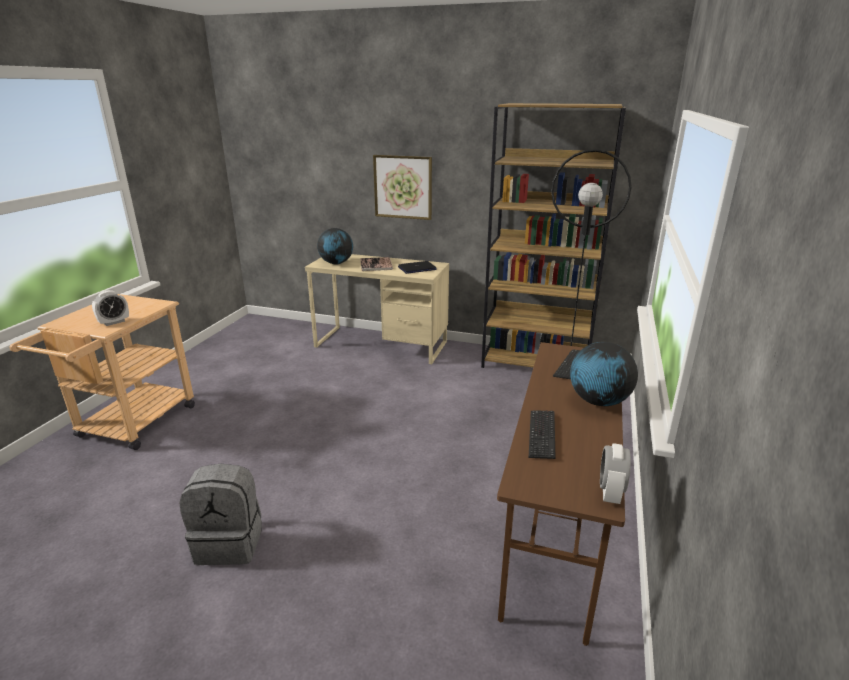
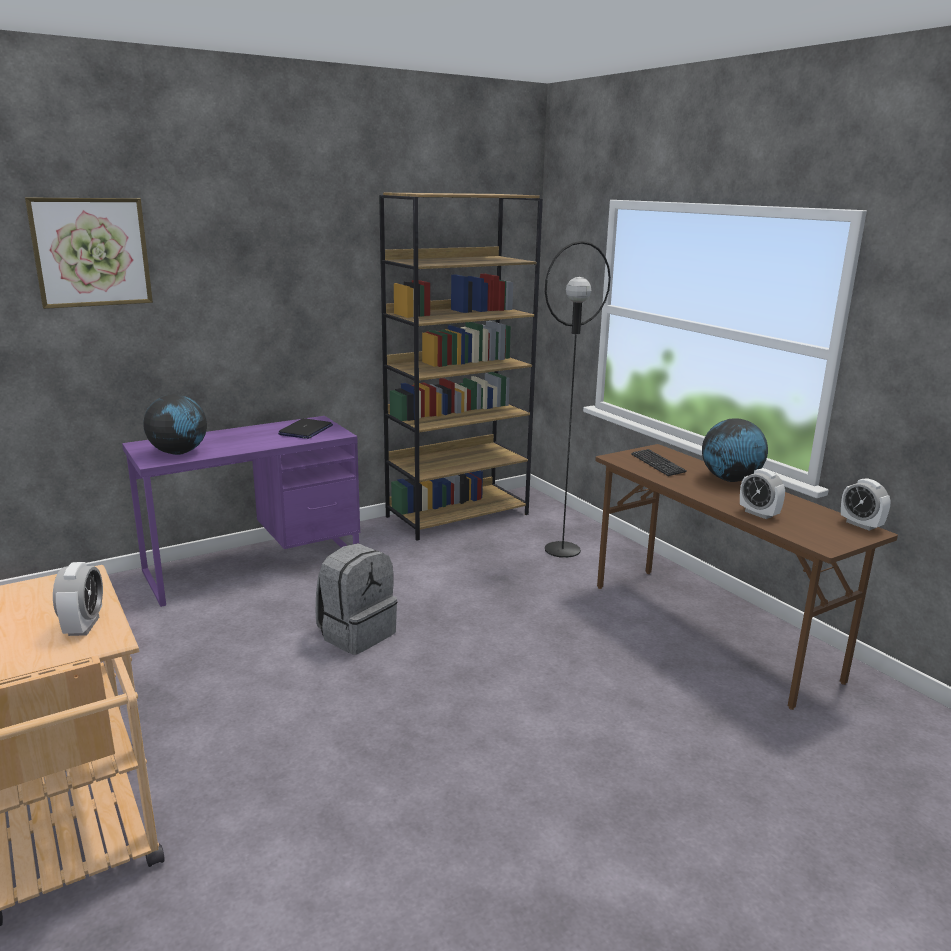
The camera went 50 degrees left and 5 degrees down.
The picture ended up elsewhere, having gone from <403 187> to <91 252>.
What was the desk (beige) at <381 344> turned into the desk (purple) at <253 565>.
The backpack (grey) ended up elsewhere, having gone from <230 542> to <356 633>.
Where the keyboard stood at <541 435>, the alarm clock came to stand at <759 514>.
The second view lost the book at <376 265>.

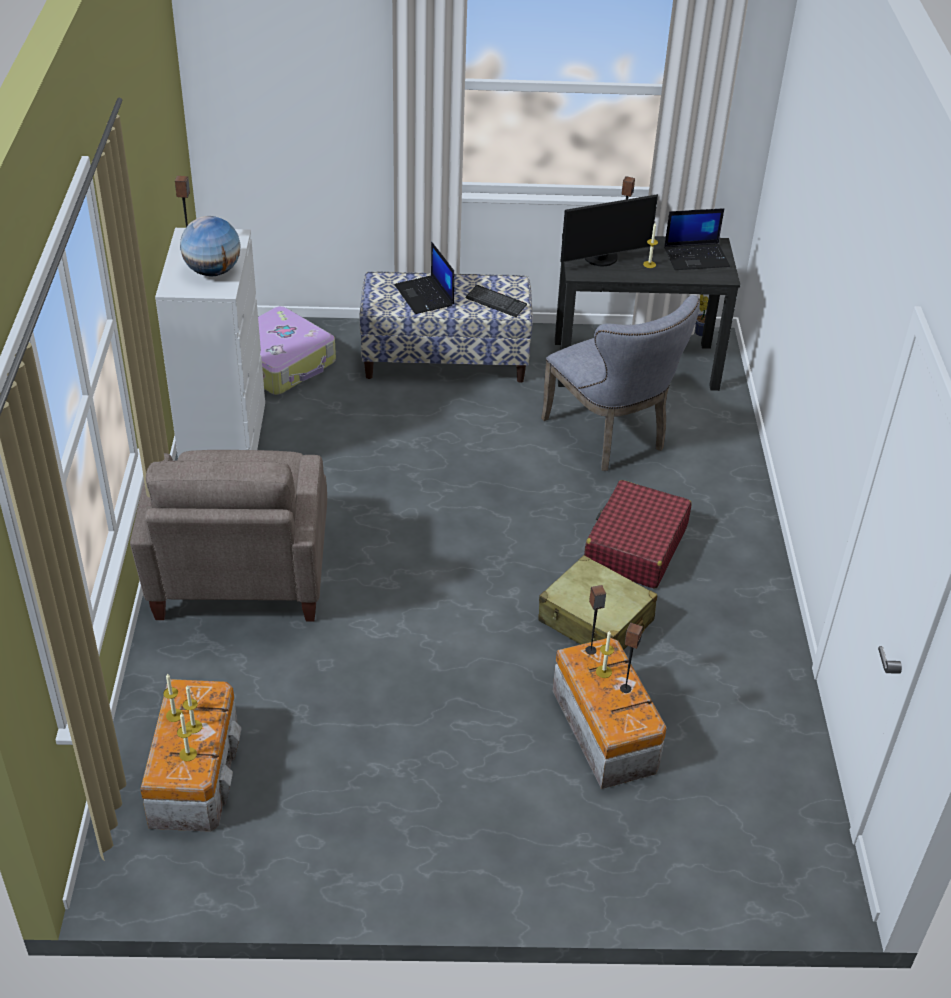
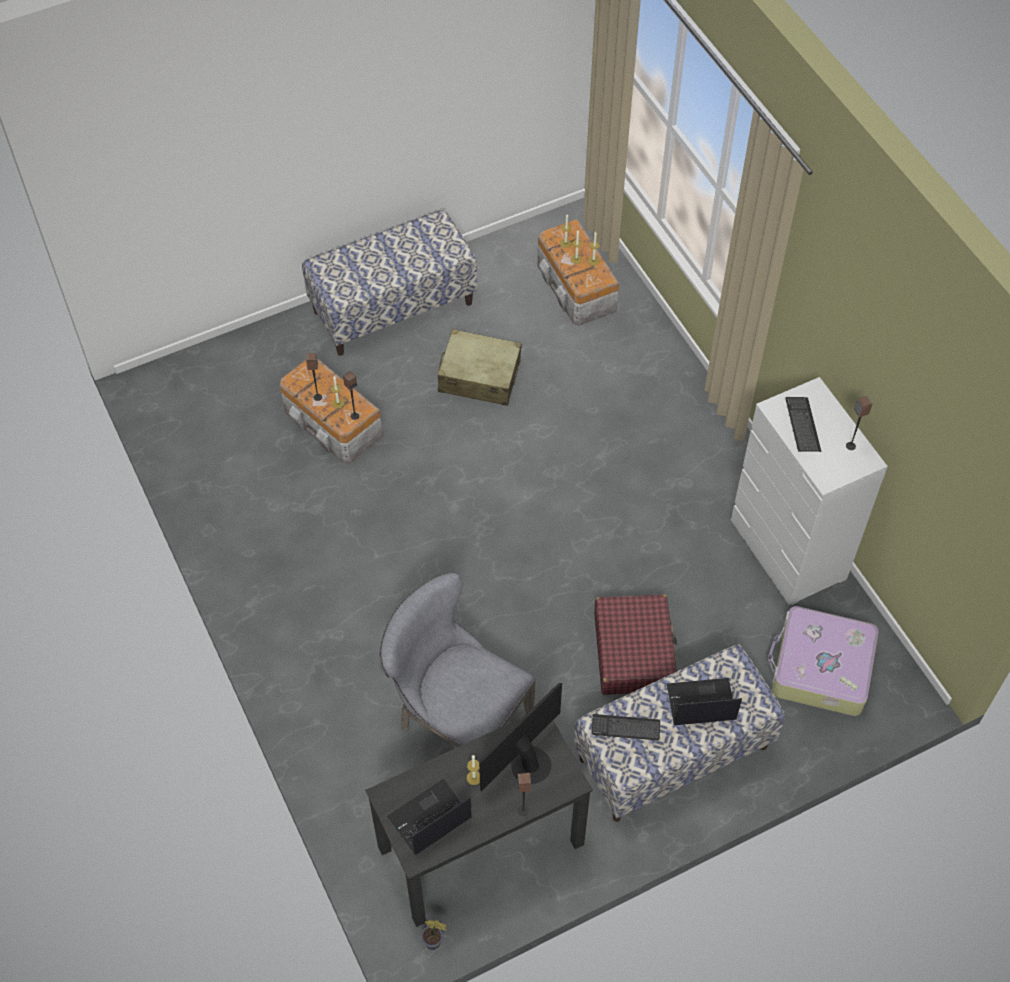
The camera went 155 degrees right and 15 degrees up.
The second view gained the bench at <393 307>.
The suitcase (beige) ended up elsewhere, having gone from <596 621> to <479 376>.
The suitcase (red) ended up elsewhere, having gone from <635 546> to <633 651>.
The laptop at <425 296> ended up facing another way, 45 degrees counterclockwise from before.
Where the globe stood at <213 271>, the keyboard came to stand at <802 425>.
The second view lost the armchair (beige) at <240 578>.

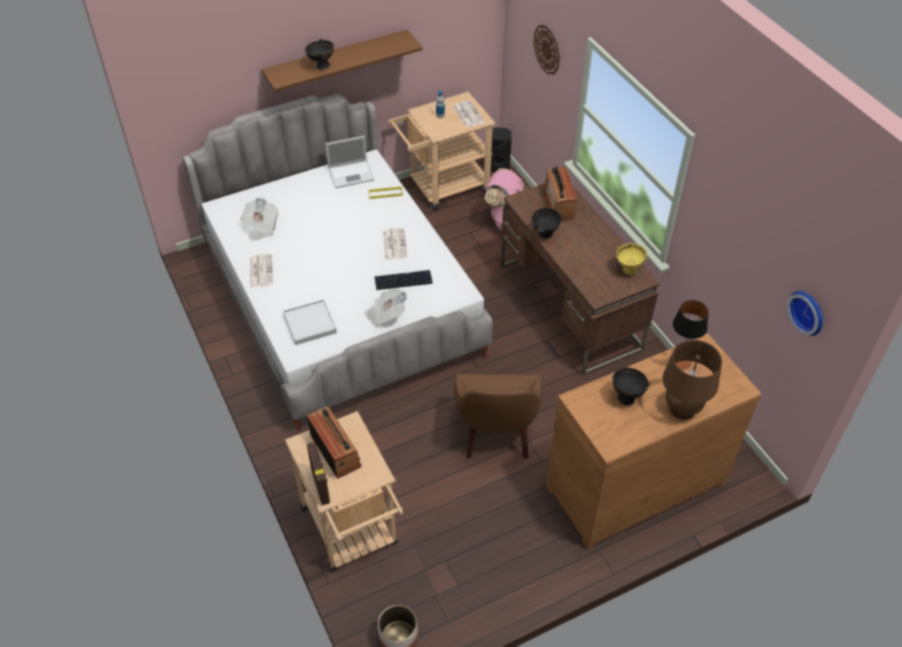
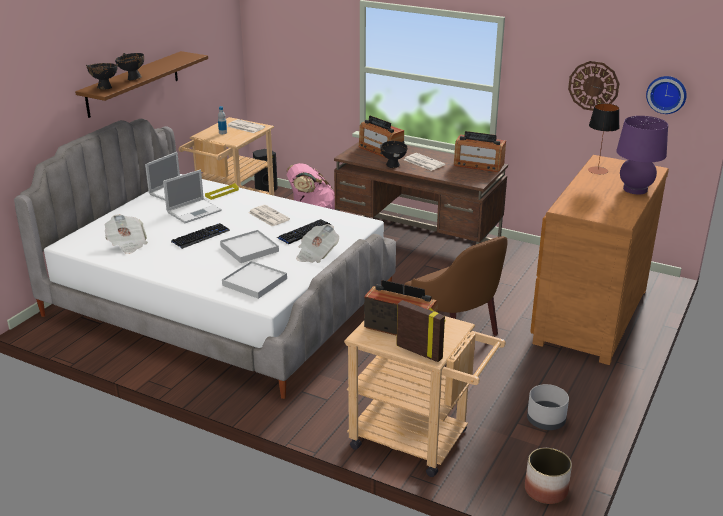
The camera went 35 degrees left and 20 degrees down.
The bowl (black) ended up elsewhere, having gone from <626 397> to <104 88>.
The second view gained the laptop at <195 211>.
The second view gained the keyboard at <201 236>.
The second view gained the tray (white) at <249 249>.
The newspaper ended up elsewhere, having gone from <260 271> to <423 162>.
Where the bowl (yellow) stood at <629 271>, the radio came to stand at <478 165>.
The second view gained the planter (grey) at <546 420>.
The wall clock ended up elsewhere, having gone from <547 49> to <593 86>.
What was the table lamp (brown) at <682 408> turned into the table lamp (purple) at <635 189>.

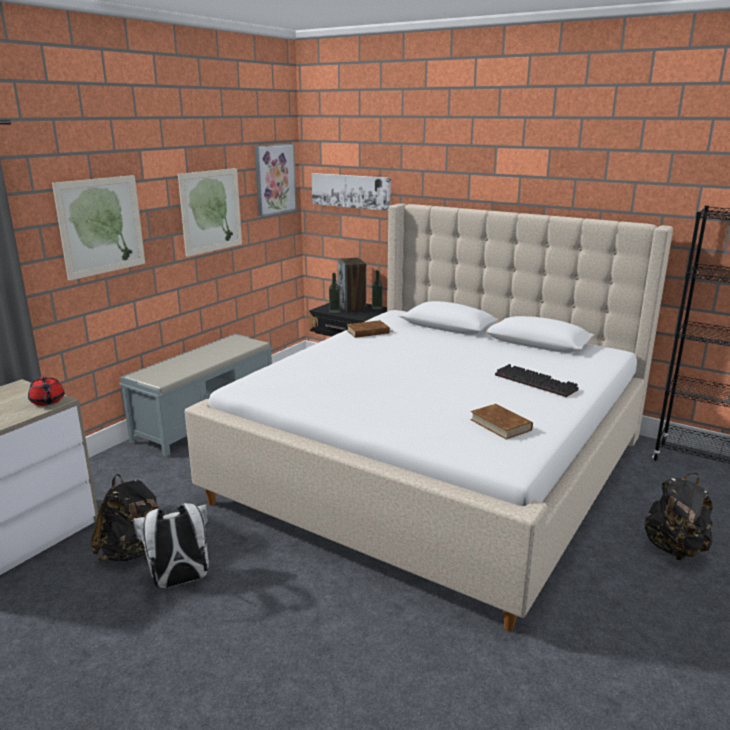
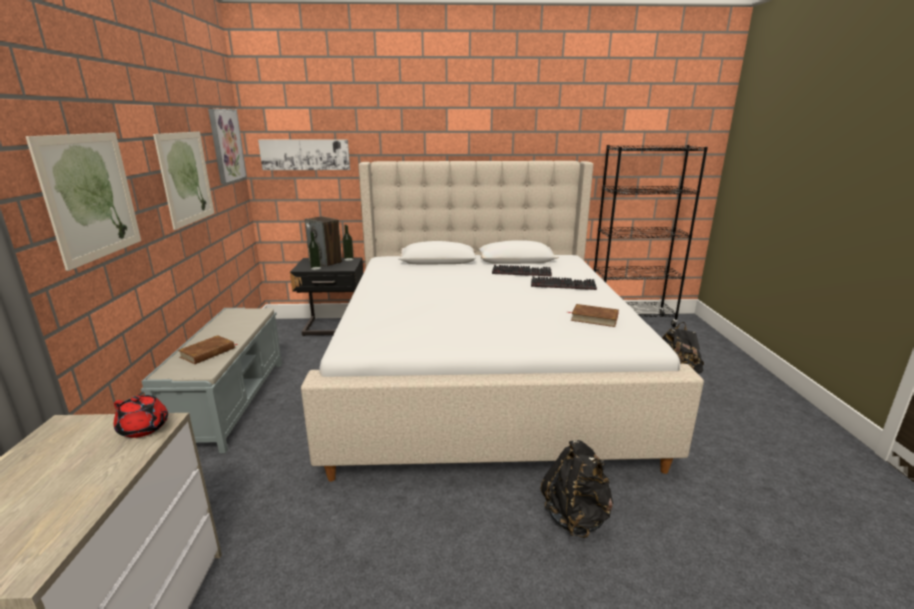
The camera went 35 degrees left and 0 degrees up.
The book (brown) ended up elsewhere, having gone from <368 332> to <208 352>.
The second view gained the keyboard at <522 272>.
The backpack (black) ended up elsewhere, having gone from <134 551> to <576 516>.
The second view lost the backpack (white) at <180 581>.

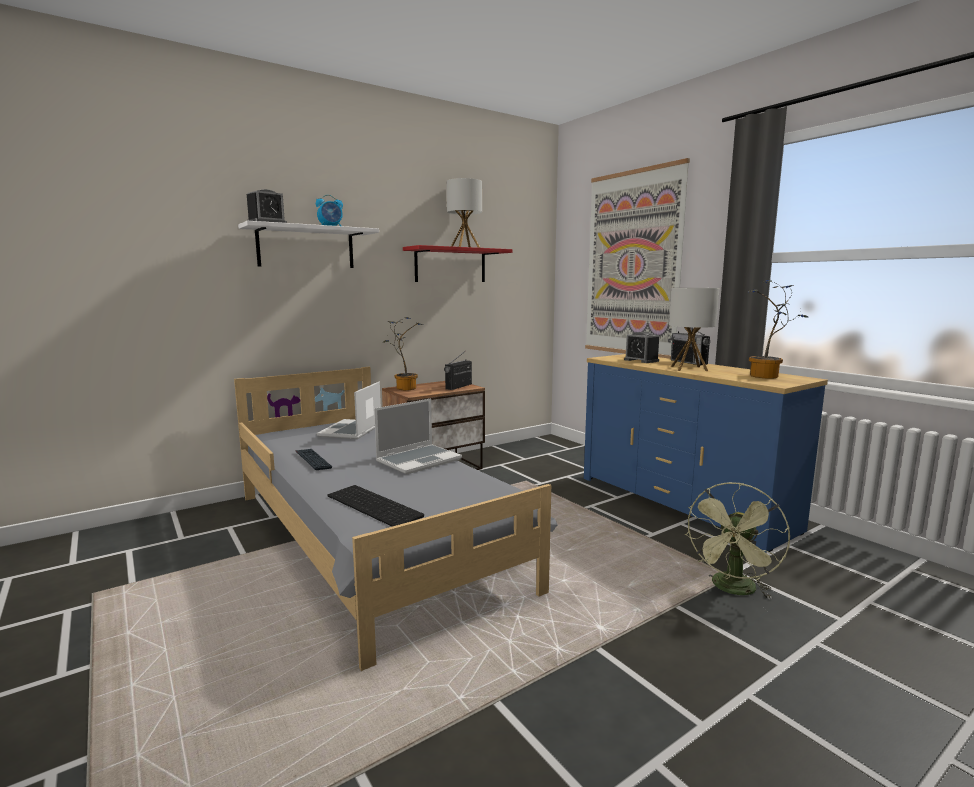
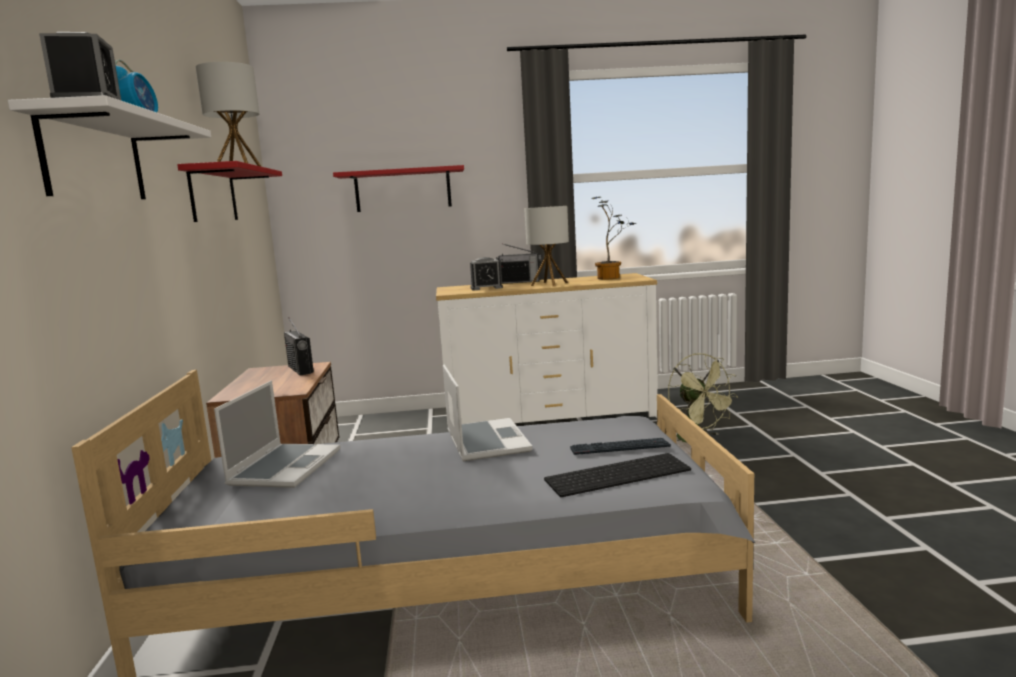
The camera went 60 degrees left and 0 degrees up.
The laptop at <351 431> ended up facing another way, 120 degrees counterclockwise from before.
Where the picture hung at <632 264>, the shelf (red) came to hang at <403 190>.
What was the dresser (blue) at <682 502> turned into the dresser (white) at <549 415>.
The keyboard ended up elsewhere, having gone from <313 460> to <619 448>.
The second view lost the potted plant at <404 388>.

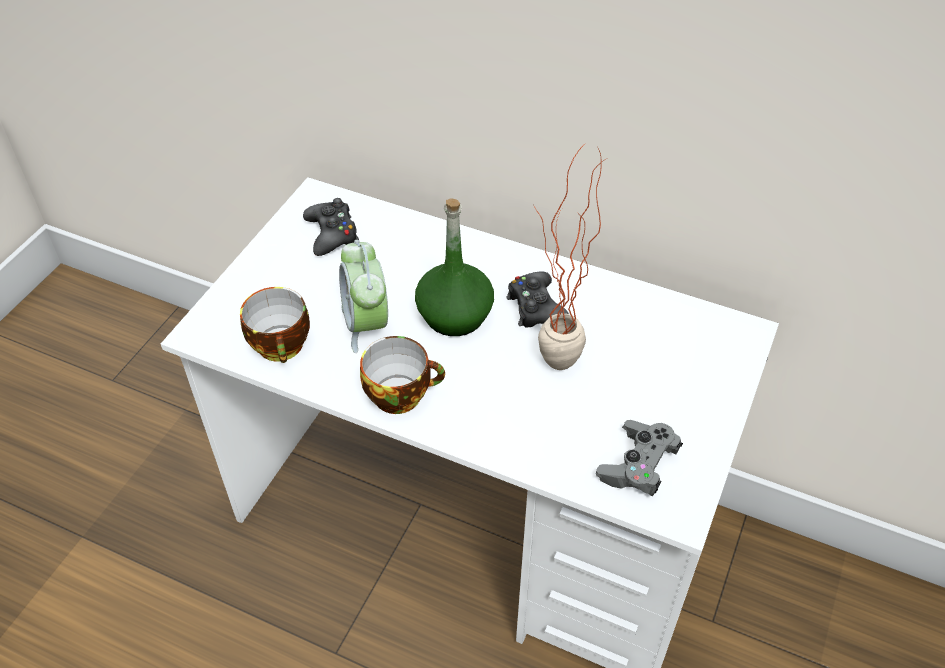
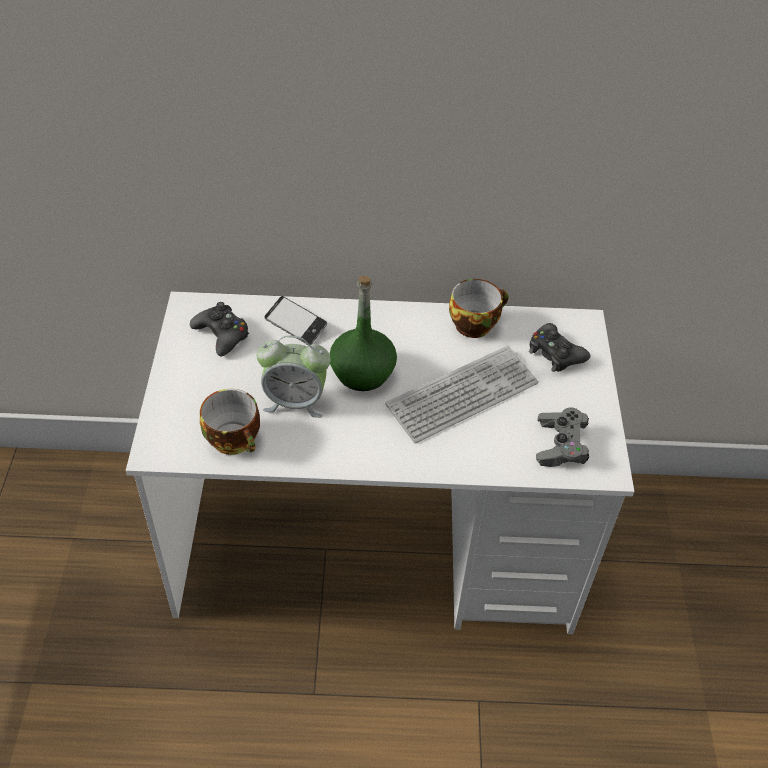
The camera went 25 degrees left and 0 degrees up.
The alarm clock at <366 324> ended up facing another way, 45 degrees counterclockwise from before.
The second view gained the phone at <295 324>.
Where the potted plant stood at <553 373>, the keyboard came to stand at <462 395>.
The cup ended up elsewhere, having gone from <401 393> to <474 323>.
The game controller (black) ended up elsewhere, having gone from <536 308> to <555 354>.

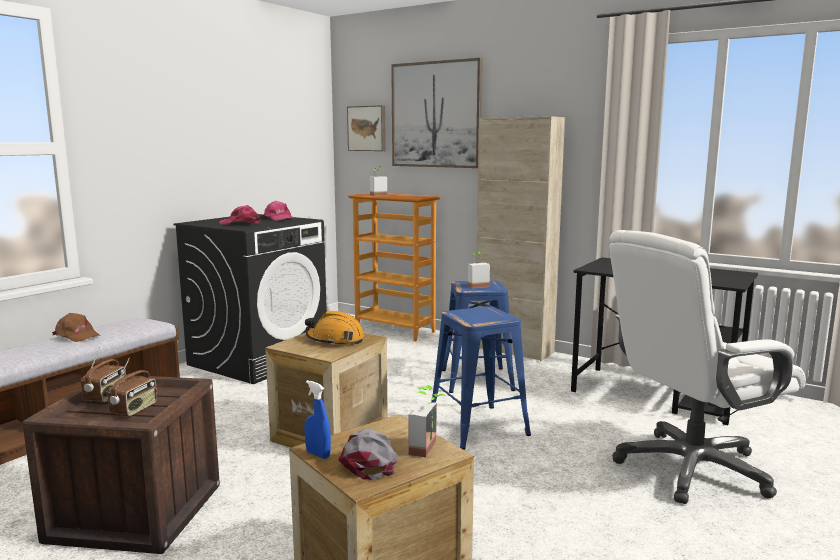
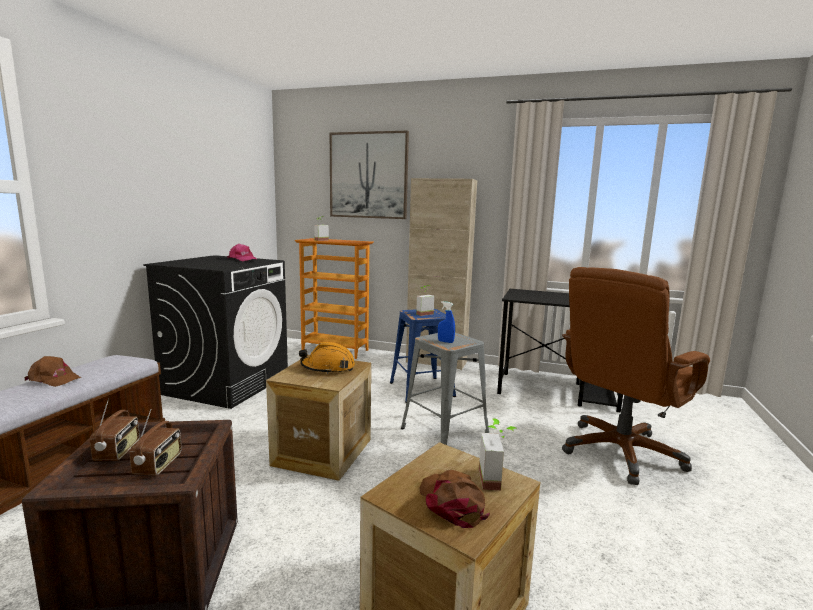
The camera went 15 degrees left and 0 degrees up.
What was the stool (blue) at <479 426> turned into the stool (grey) at <445 431>.
What was the cap (grey) at <369 461> turned into the cap (brown) at <452 503>.
The spray bottle (blue) ended up elsewhere, having gone from <318 454> to <445 341>.
What was the office chair (white) at <691 469> turned into the office chair (brown) at <620 452>.
The second view lost the cap (pink) at <241 223>.
The second view lost the picture at <367 128>.

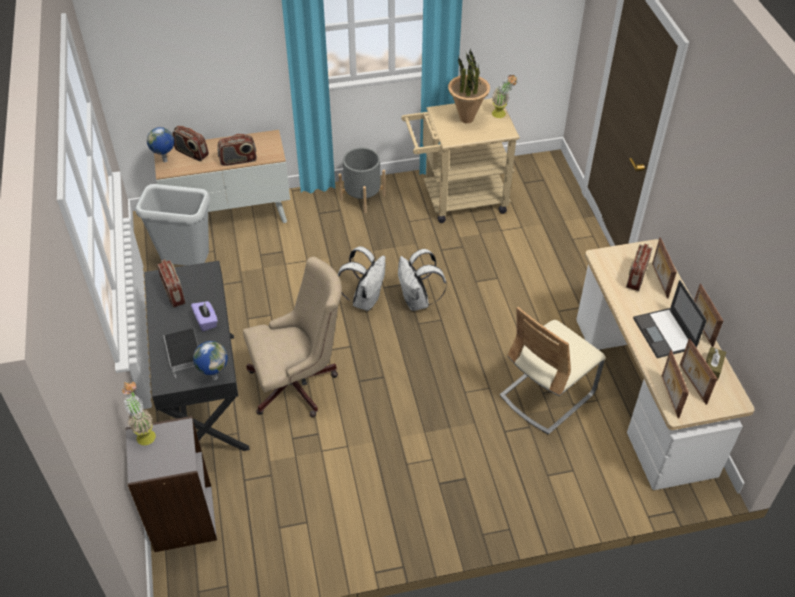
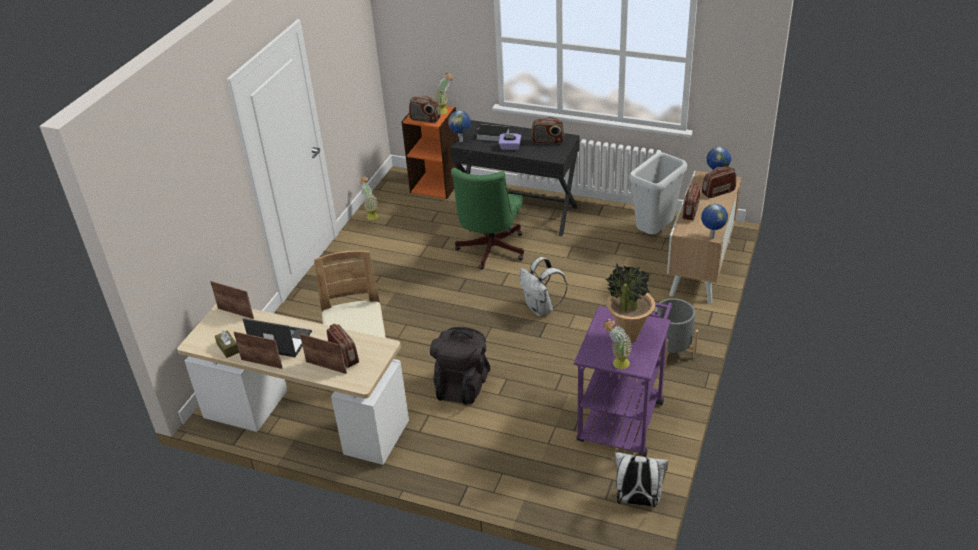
The camera went 125 degrees right and 10 degrees down.
The second view gained the potted plant at <371 215>.
What was the bookcase (grey) at <182 518> turned into the bookcase (orange) at <436 185>.
The second view gained the radio at <425 119>.
The second view gained the backpack (black) at <462 385>.
What was the office chair (beige) at <298 384> turned into the office chair (green) at <489 251>.
What was the cart (beige) at <457 199> turned into the cart (purple) at <622 414>.
The backpack (white) ended up elsewhere, having gone from <417 301> to <637 500>.
The second view gained the globe at <712 237>.
The second view lost the picture frame at <692 384>.

